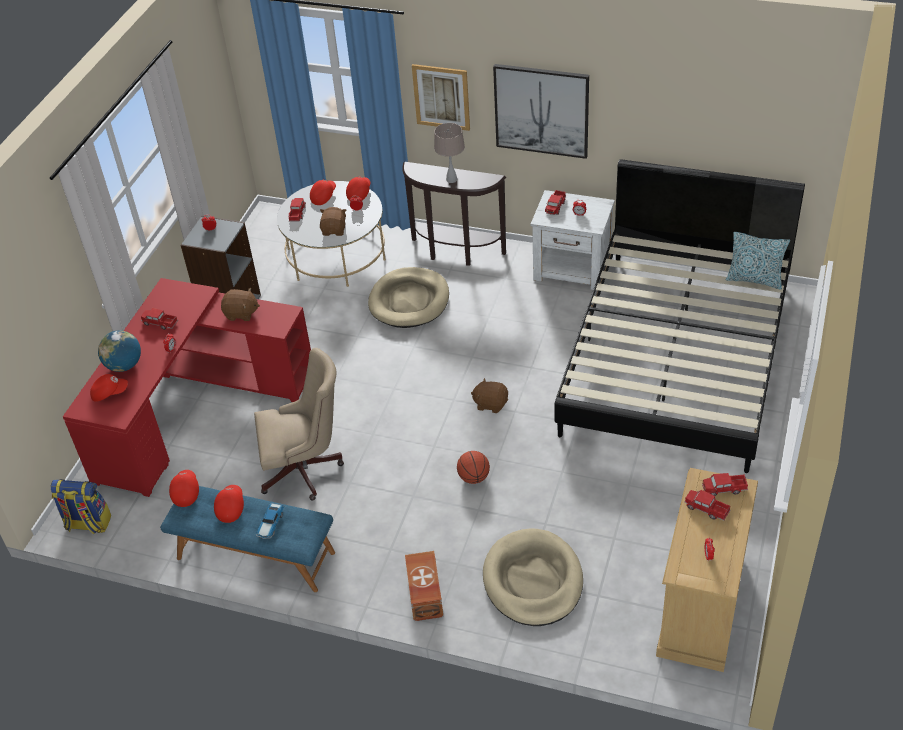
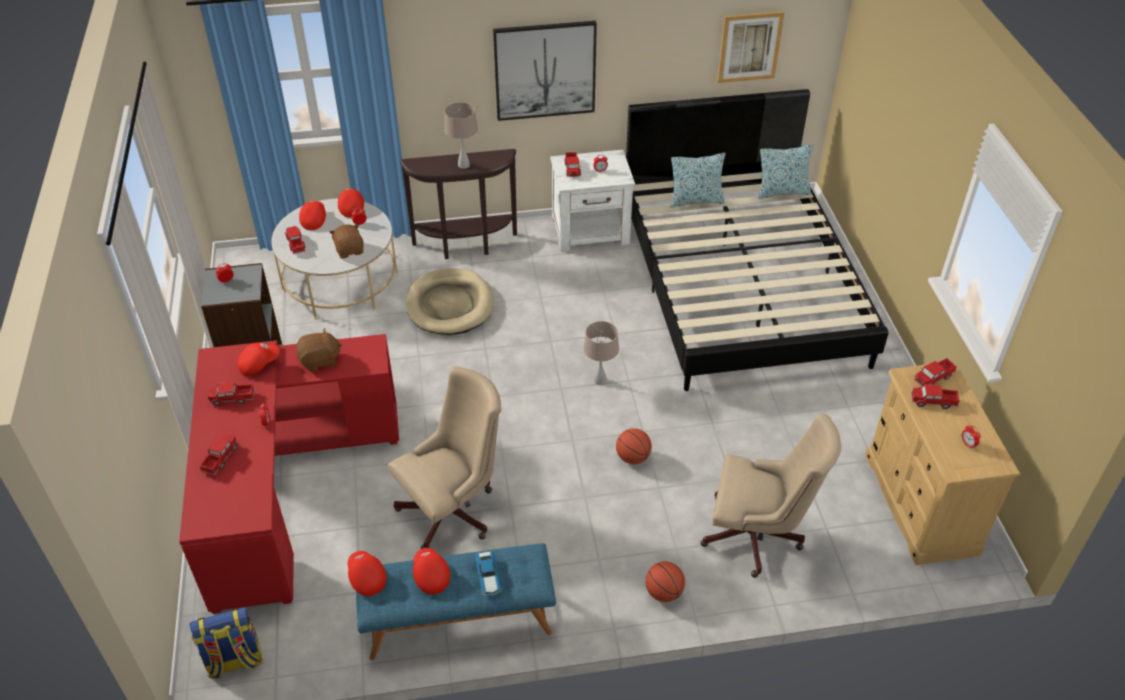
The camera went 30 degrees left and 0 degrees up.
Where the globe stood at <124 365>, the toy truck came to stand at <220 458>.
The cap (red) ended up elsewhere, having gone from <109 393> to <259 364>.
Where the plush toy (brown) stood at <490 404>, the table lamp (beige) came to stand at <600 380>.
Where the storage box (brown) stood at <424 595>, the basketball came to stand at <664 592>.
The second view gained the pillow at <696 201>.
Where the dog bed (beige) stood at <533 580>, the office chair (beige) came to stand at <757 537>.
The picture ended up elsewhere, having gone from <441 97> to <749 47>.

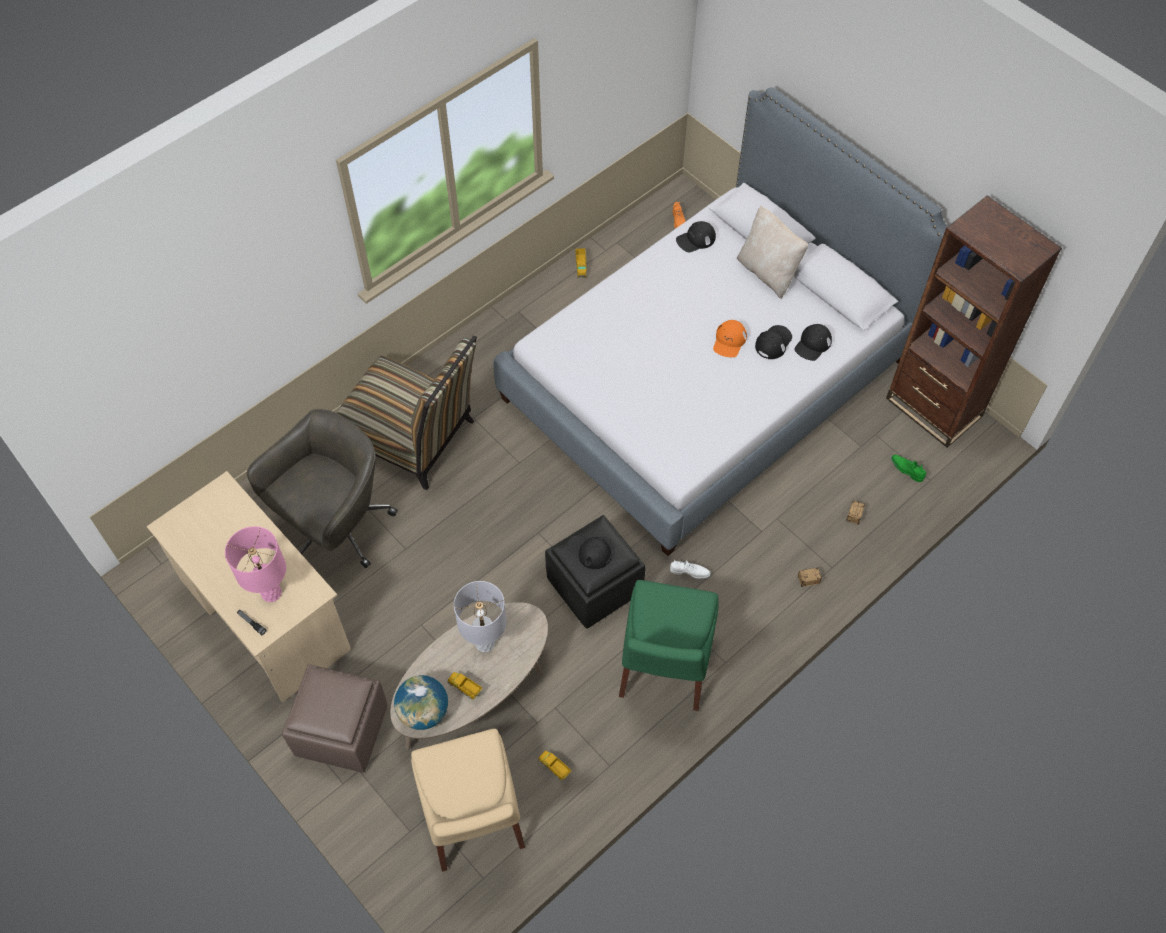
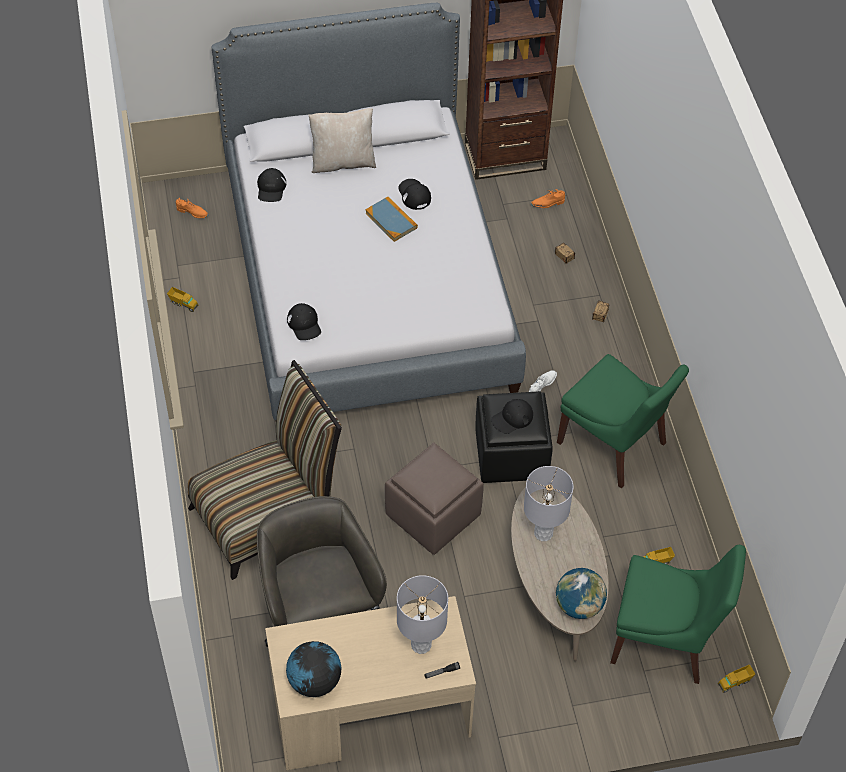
The camera went 60 degrees left and 5 degrees down.
The second view gained the globe at <314 681>.
The cap (black) ended up elsewhere, having gone from <813 344> to <304 324>.
Where the cap (orange) stood at <729 341>, the book came to stand at <391 220>.
The ottoman (brown) ended up elsewhere, having gone from <340 731> to <433 516>.
What was the table lamp (pink) at <271 593> turned into the table lamp (grey) at <421 645>.
What was the shoe (green) at <906 470> turned into the shoe (orange) at <547 203>.
What was the chair (beige) at <473 819> turned into the chair (green) at <666 640>.
The toy truck ended up elsewhere, having gone from <465 688> to <735 682>.

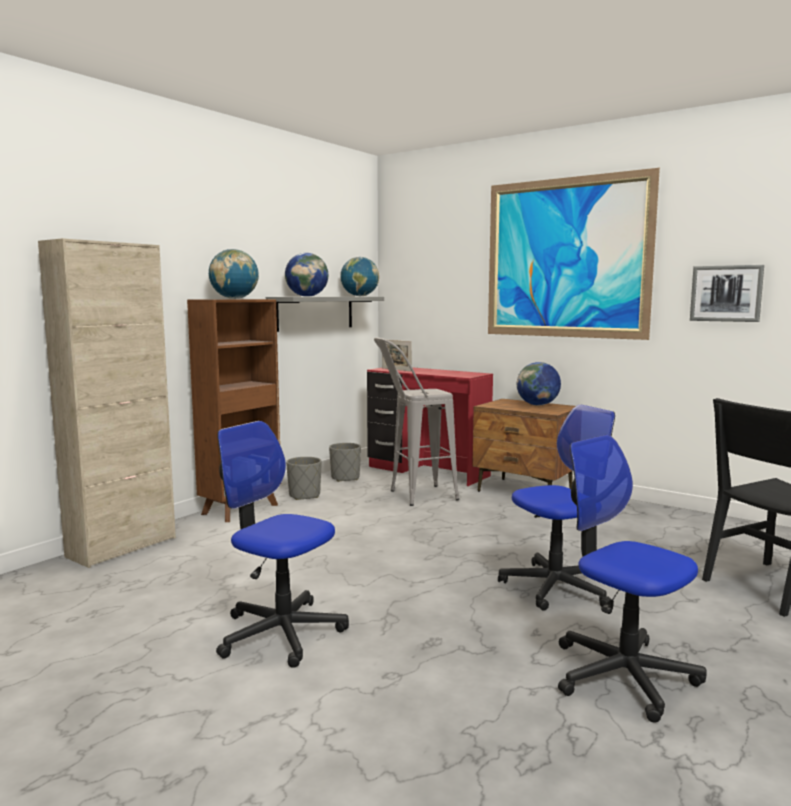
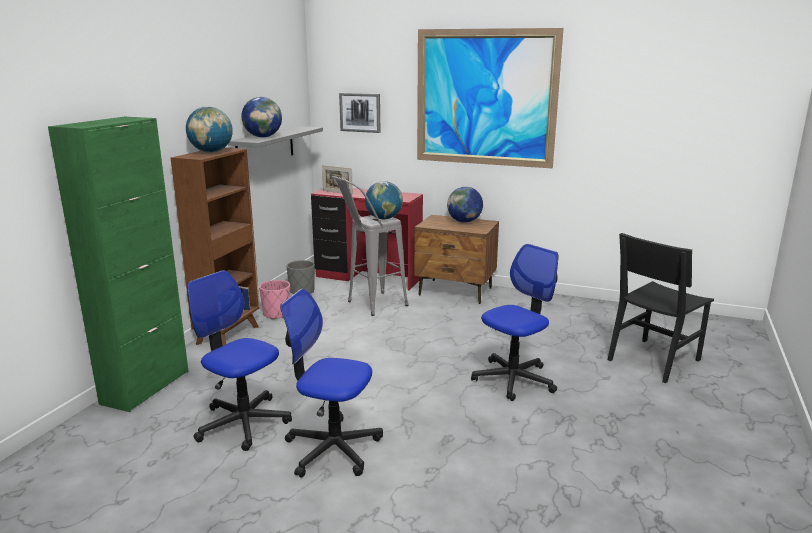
The camera went 15 degrees left and 10 degrees up.
What was the cabinet (beige) at <122 547> turned into the cabinet (green) at <146 387>.
The office chair ended up elsewhere, having gone from <623 675> to <243 423>.
What was the planter (grey) at <304 495> turned into the planter (pink) at <276 314>.
The picture ended up elsewhere, having gone from <726 293> to <360 112>.
The globe ended up elsewhere, having gone from <360 296> to <384 219>.

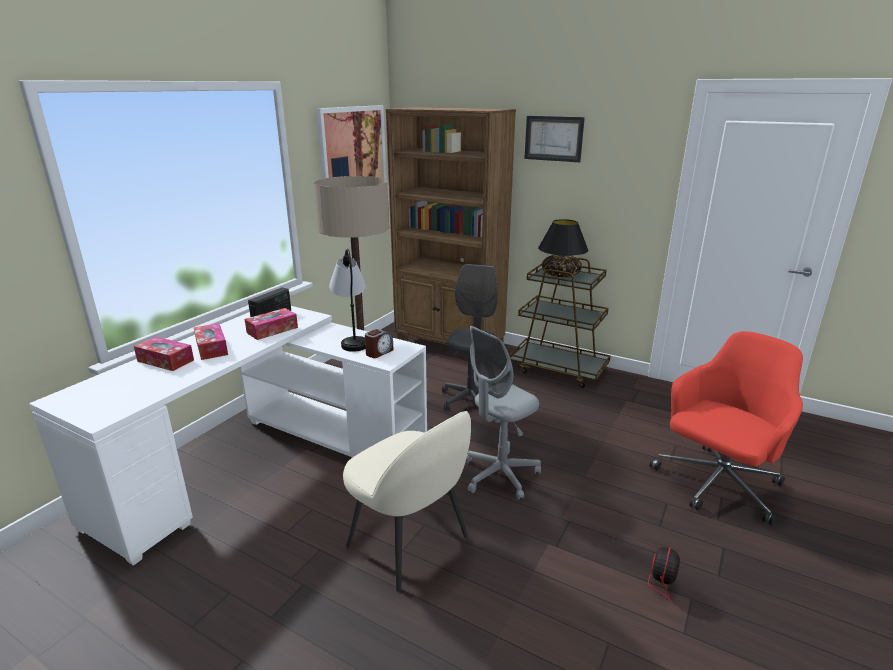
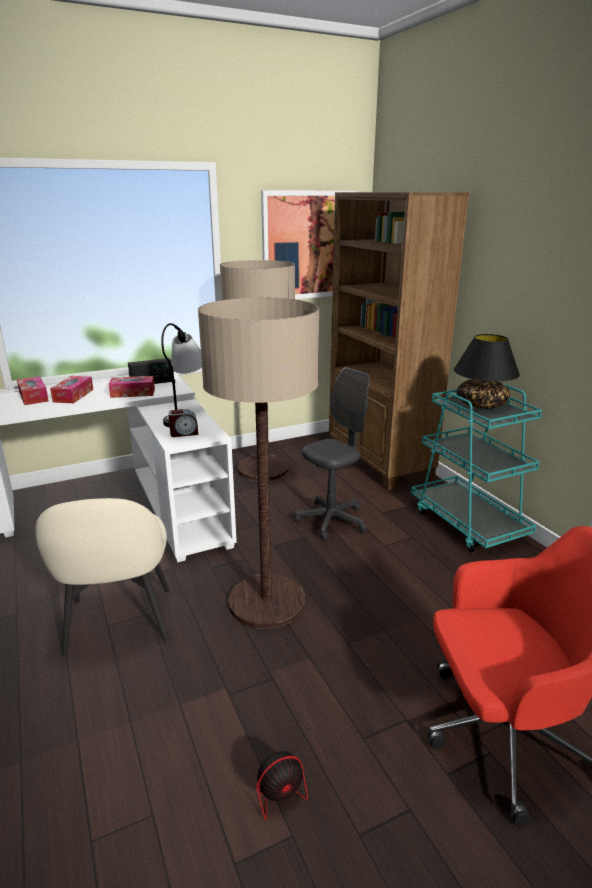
The camera went 35 degrees right and 0 degrees up.
Where the office chair (grey) stood at <500 475>, the floor lamp came to stand at <266 602>.
What was the cart (brown) at <558 369> turned into the cart (turquoise) at <468 523>.
The second view lost the picture at <553 138>.

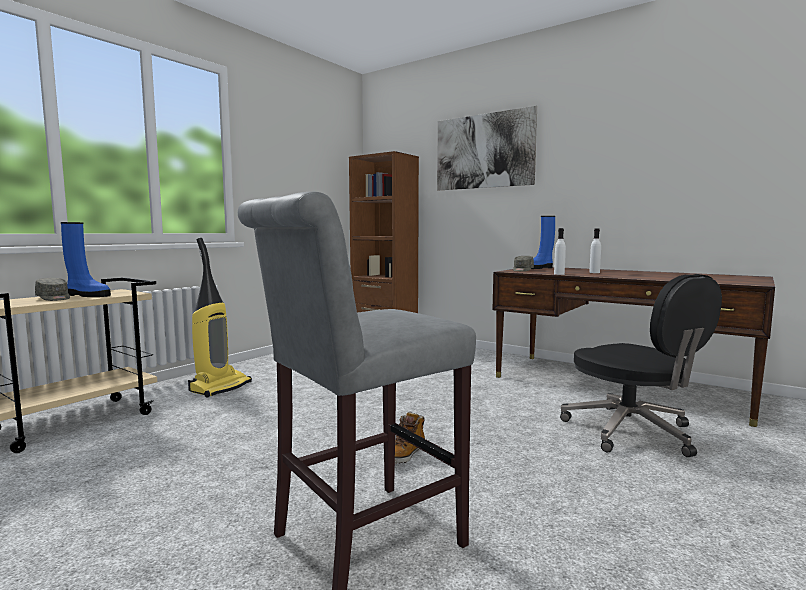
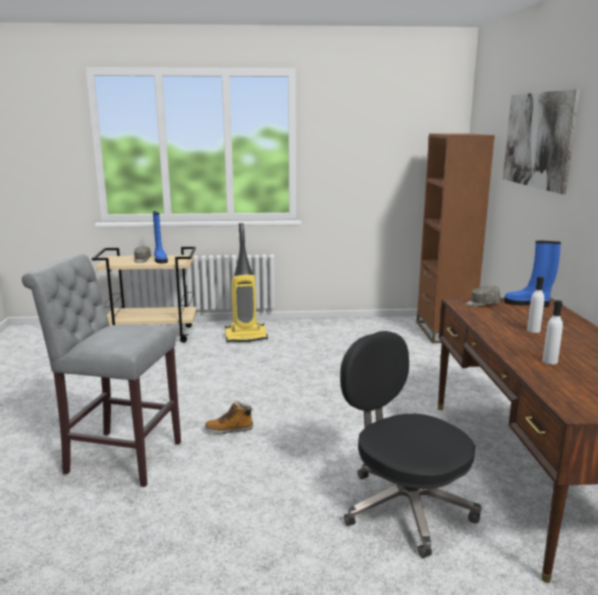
The camera went 50 degrees right and 10 degrees up.
The office chair (black) at <632 432> ended up facing another way, 120 degrees clockwise from before.
The bottle (white) ended up elsewhere, having gone from <559 274> to <550 361>.

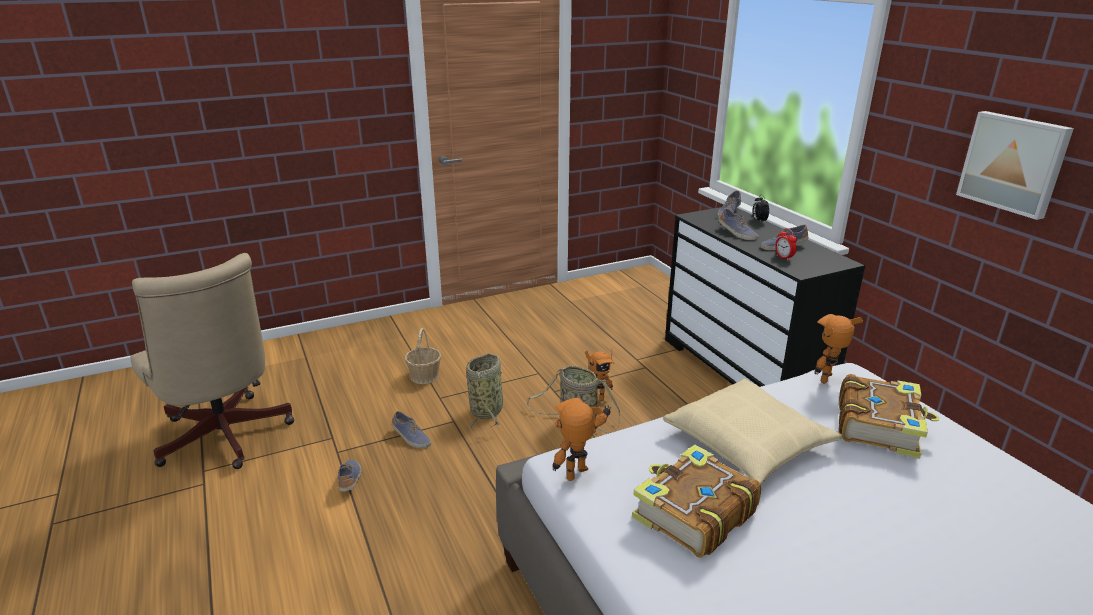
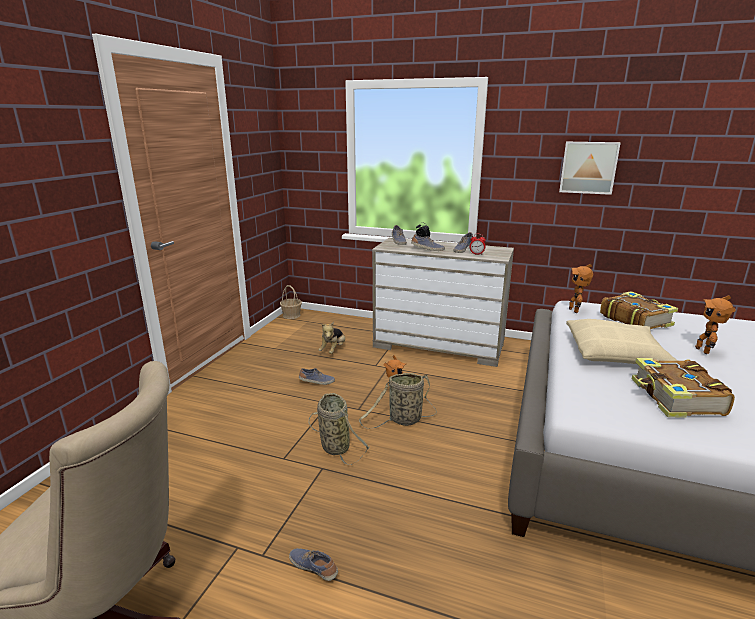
The camera went 45 degrees left and 5 degrees down.
The basket ended up elsewhere, having gone from <425 376> to <291 315>.
The shoe ended up elsewhere, having gone from <410 438> to <317 382>.
The second view gained the plush toy at <333 350>.
What was the dresser (black) at <744 370> turned into the dresser (beige) at <439 346>.
The toy robot ended up elsewhere, having gone from <580 476> to <704 350>.

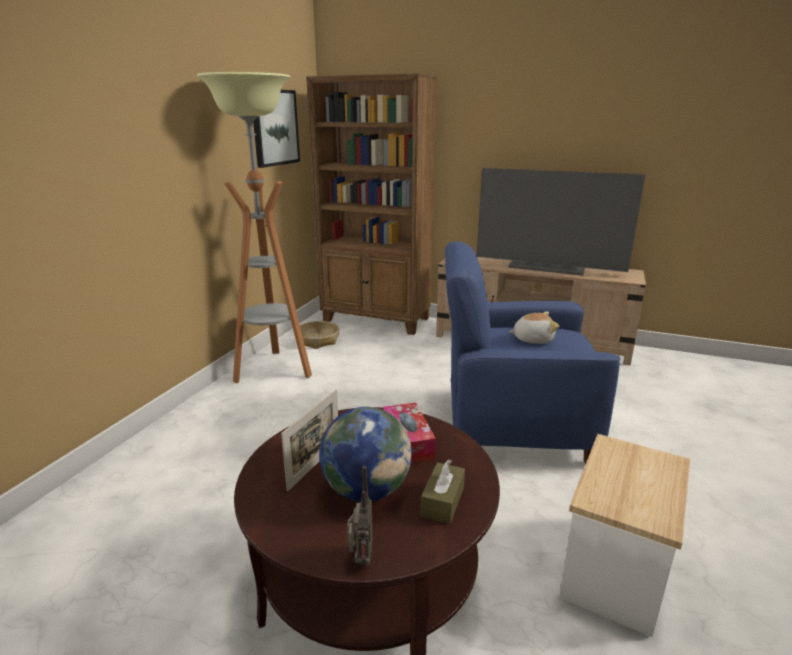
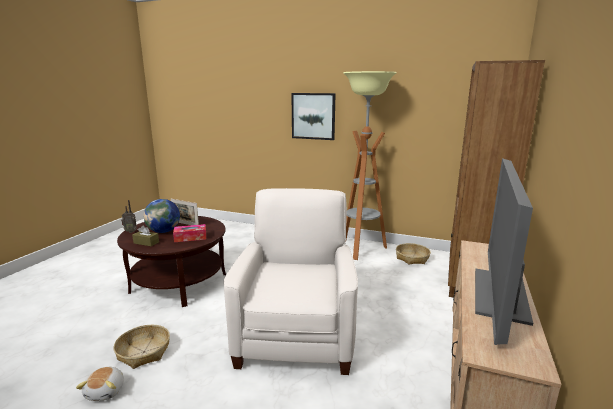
The camera went 90 degrees right and 5 degrees down.
The plush toy ended up elsewhere, having gone from <532 339> to <106 391>.
Where the side table stood at <613 569>, the basket came to stand at <143 352>.
What was the armchair (blue) at <513 424> turned into the armchair (white) at <296 335>.
The picture ended up elsewhere, having gone from <274 127> to <313 116>.

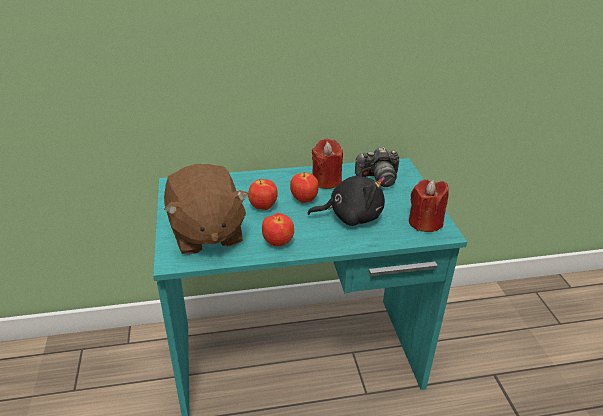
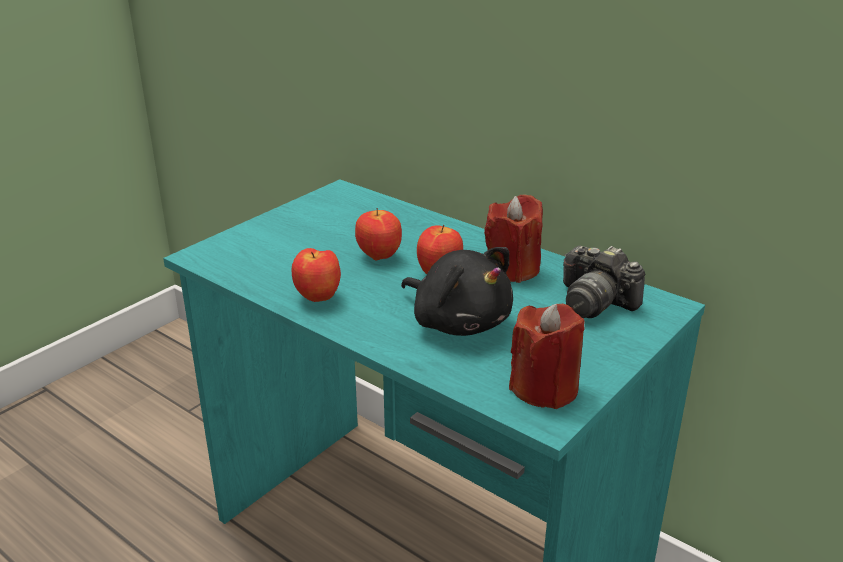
The camera went 50 degrees right and 5 degrees down.
The second view lost the plush toy (brown) at <206 233>.

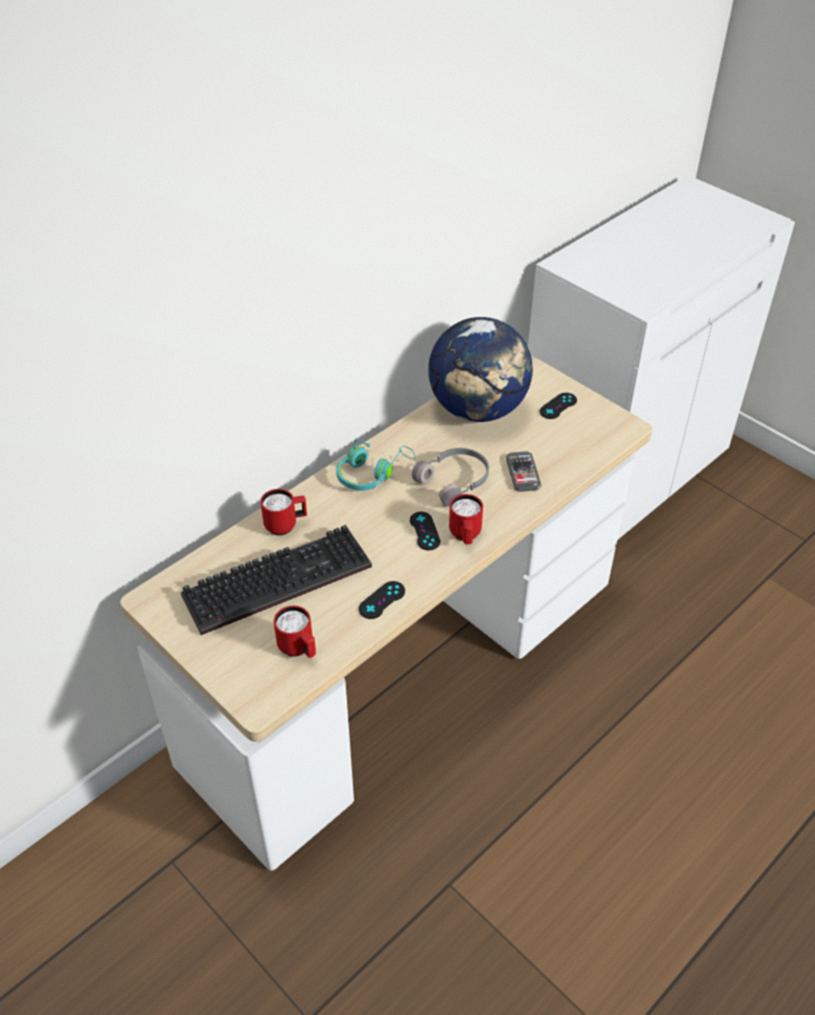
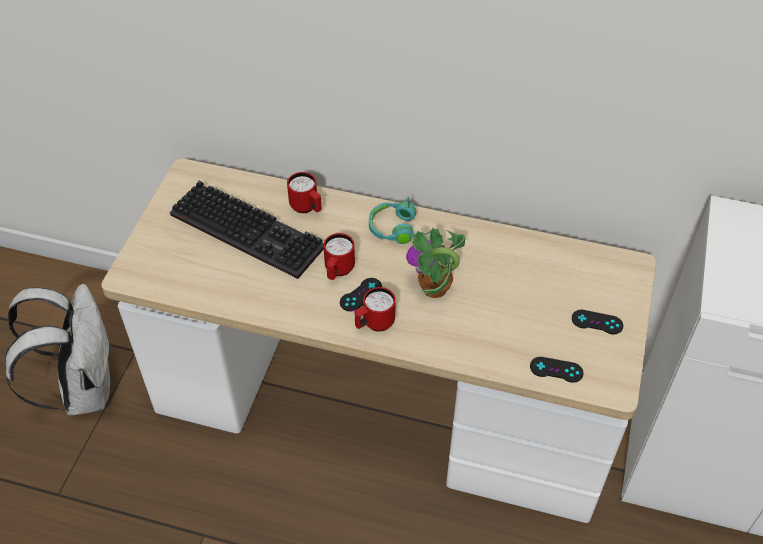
The camera went 60 degrees right and 5 degrees up.
The second view gained the backpack (white) at <84 388>.
The mug (red) ended up elsewhere, having gone from <299 649> to <338 271>.
Where the headphones (grey) stood at <455 481>, the potted plant came to stand at <434 289>.
The game controller (black) ended up elsewhere, having gone from <382 600> to <556 370>.
The second view lost the globe at <478 409>.
The second view lost the phone at <523 473>.

